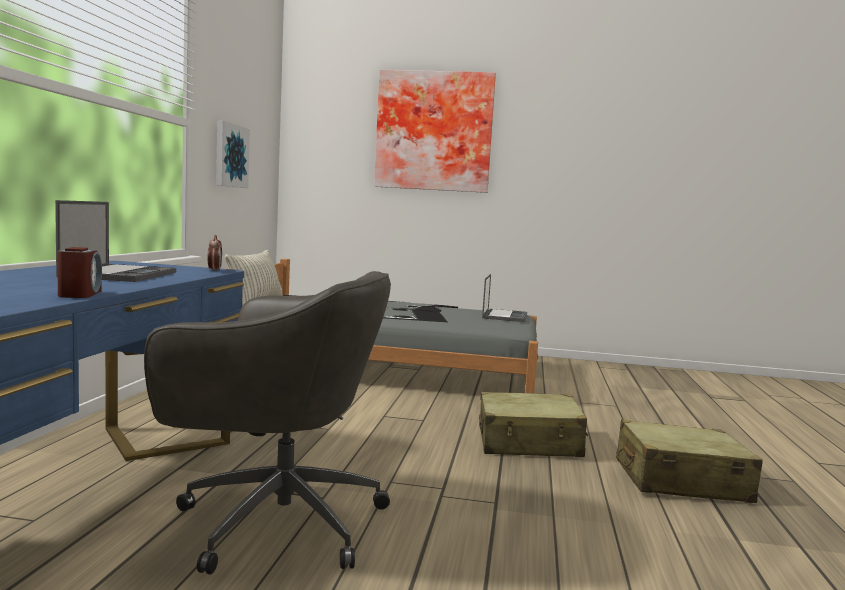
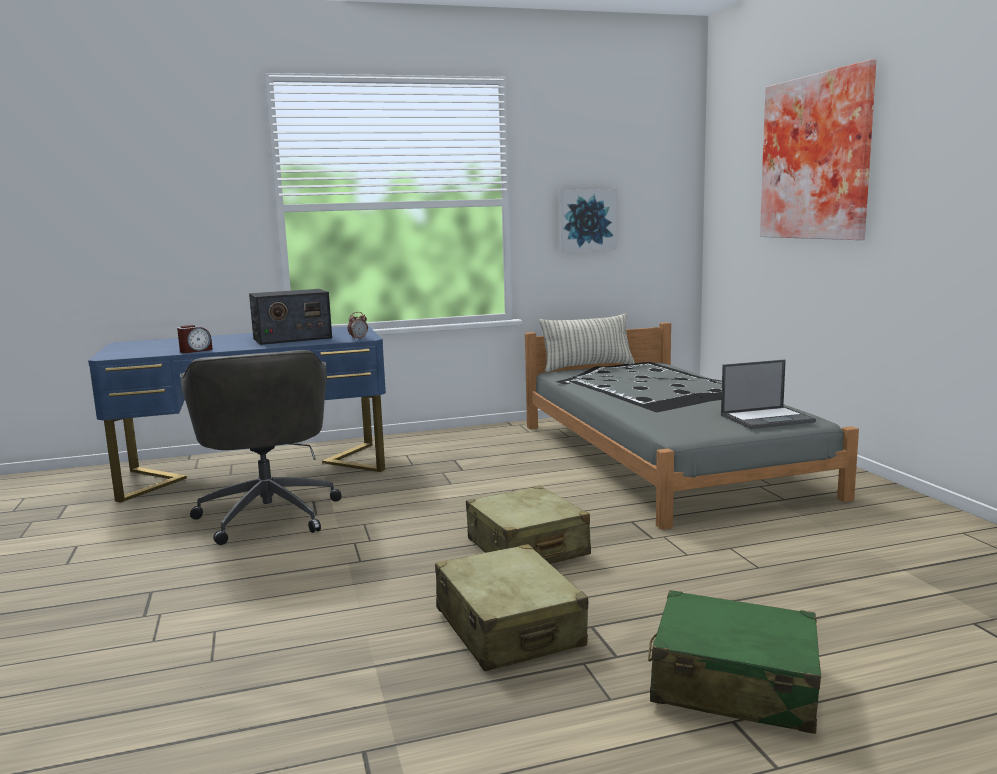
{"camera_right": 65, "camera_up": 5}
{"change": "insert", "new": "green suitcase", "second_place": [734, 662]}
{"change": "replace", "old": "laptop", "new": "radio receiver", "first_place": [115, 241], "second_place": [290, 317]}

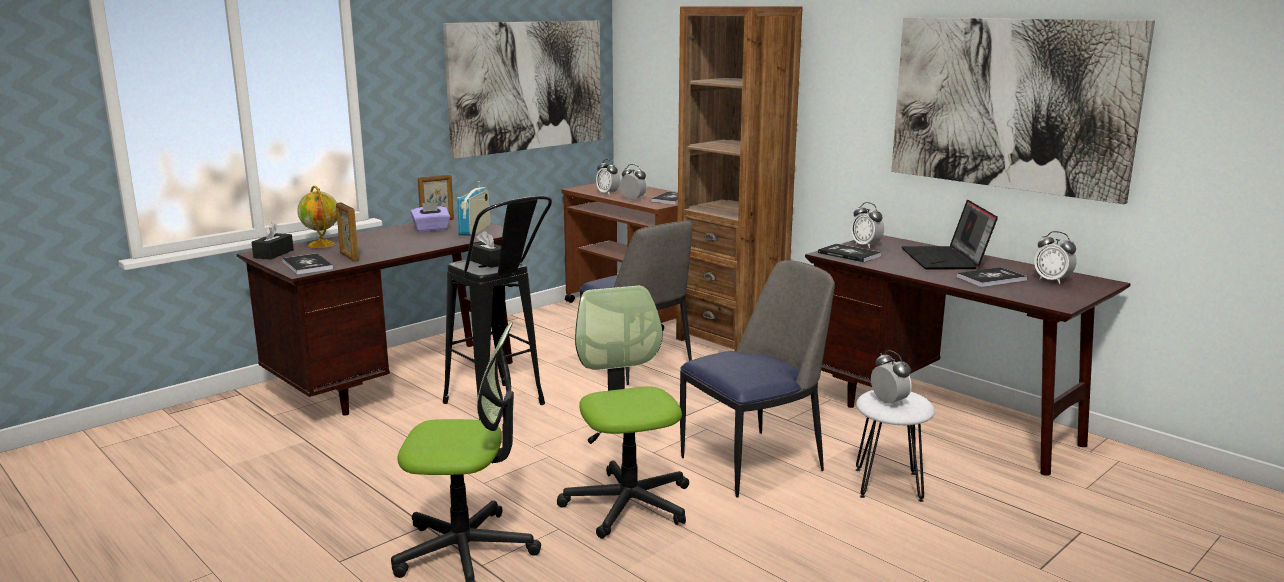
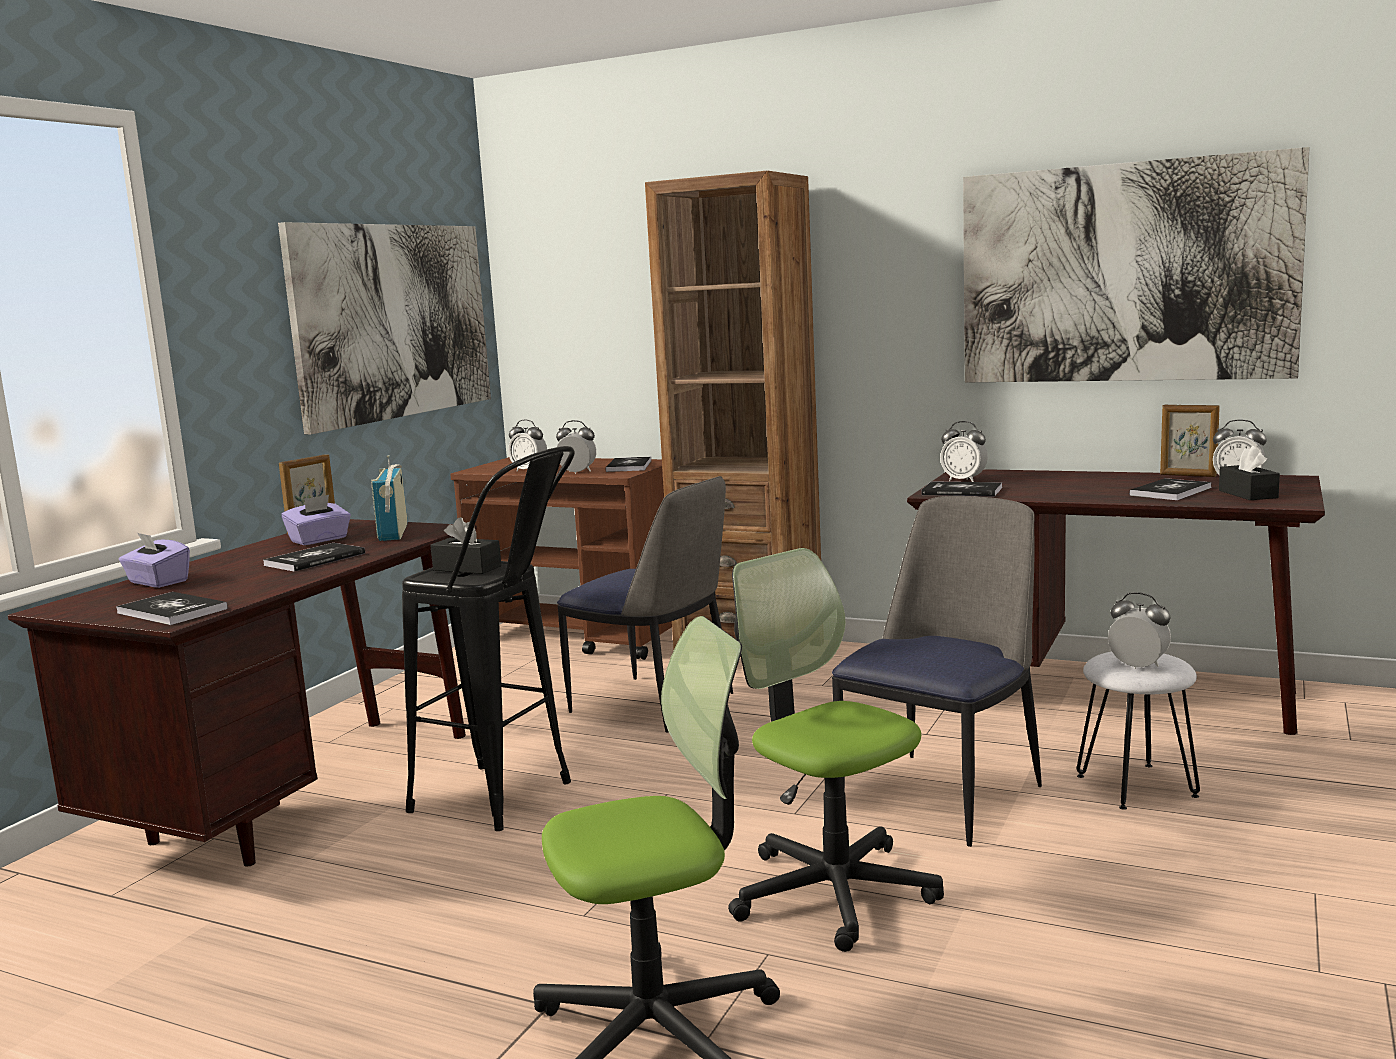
{"camera_right": -20, "camera_up": -5}
{"change": "delete", "old": "laptop", "first_place": [950, 234]}
{"change": "insert", "new": "bound book", "second_place": [314, 557]}
{"change": "move", "old": "black box of tissues", "first_place": [273, 240], "second_place": [1249, 473]}
{"change": "move", "old": "photo frame", "first_place": [347, 231], "second_place": [1190, 441]}
{"change": "replace", "old": "world globe", "new": "purplish box of tissues", "first_place": [317, 217], "second_place": [154, 560]}

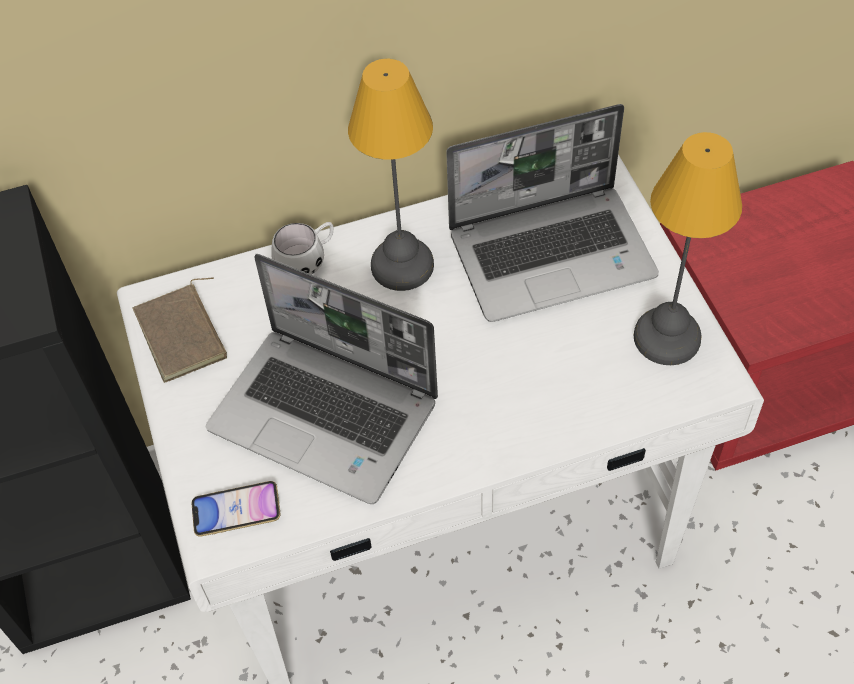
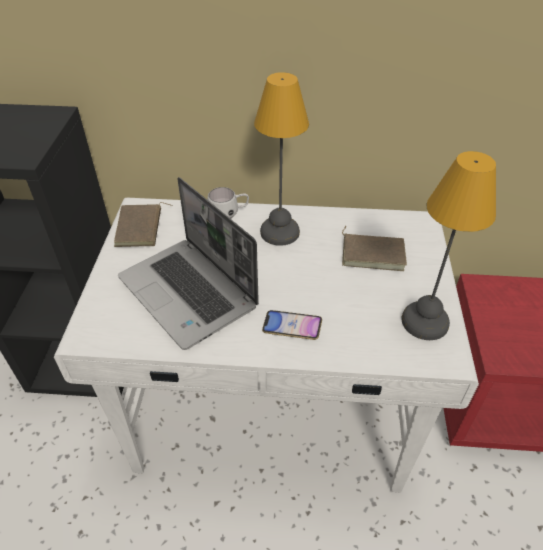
{"camera_right": 20, "camera_up": -10}
{"change": "move", "old": "phone", "first_place": [236, 508], "second_place": [292, 325]}
{"change": "replace", "old": "laptop", "new": "brown bound book", "first_place": [552, 213], "second_place": [374, 248]}

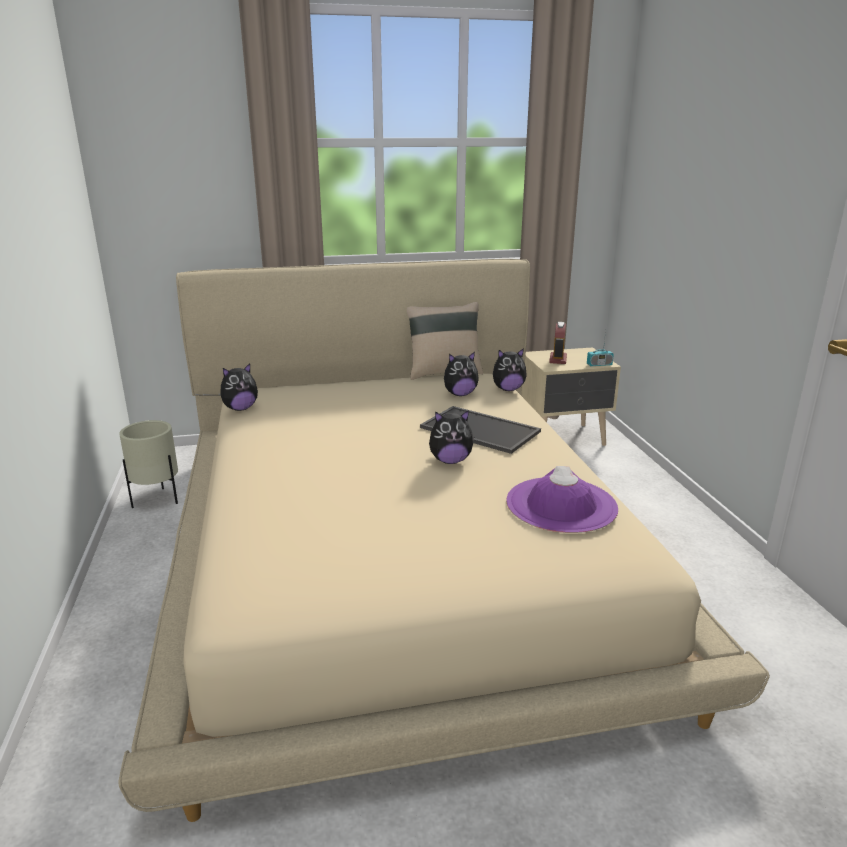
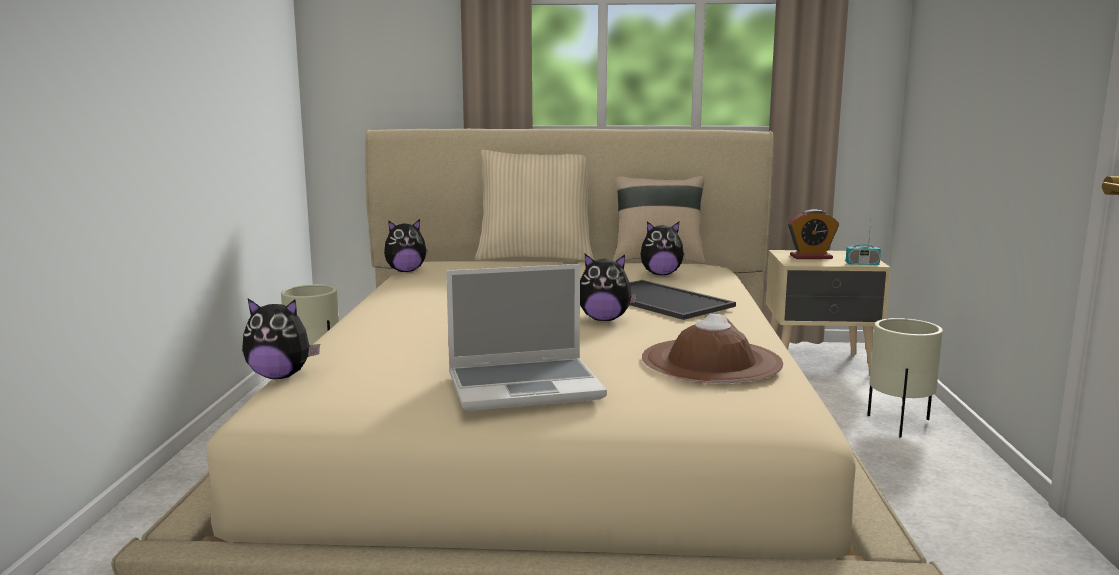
{"camera_right": 15, "camera_up": -10}
{"change": "insert", "new": "laptop", "second_place": [526, 337]}
{"change": "insert", "new": "beige-coloured pillow", "second_place": [534, 205]}
{"change": "insert", "new": "beige-coloured planter", "second_place": [905, 377]}
{"change": "move", "old": "soft toy", "first_place": [510, 369], "second_place": [281, 339]}
{"change": "recolor", "old": "purplish clothing hat", "new": "brown clothing hat", "first_place": [562, 499], "second_place": [712, 348]}
{"change": "rotate", "old": "bedside clock", "first_place": [558, 343], "second_place": [813, 234], "degrees": -120}

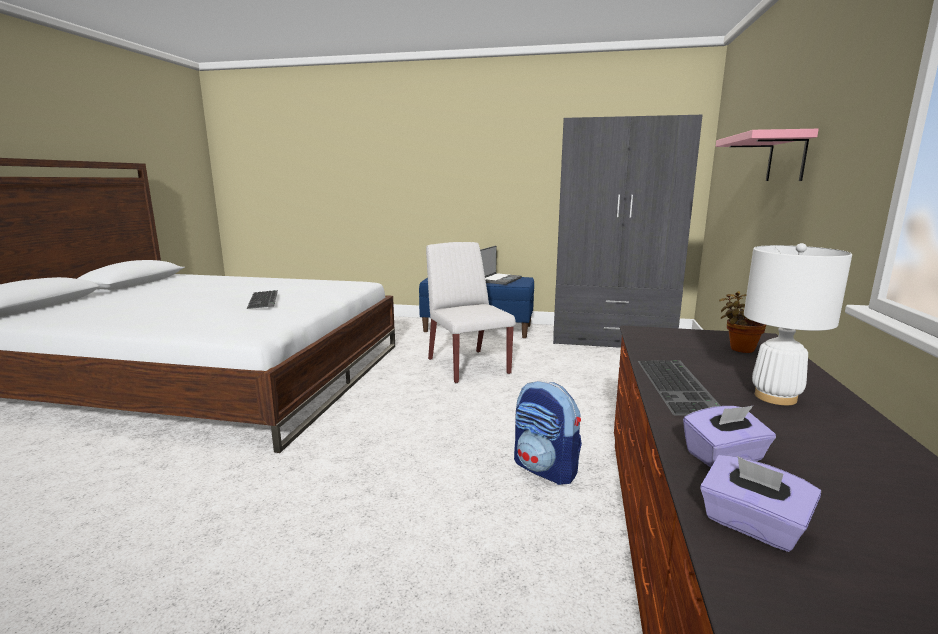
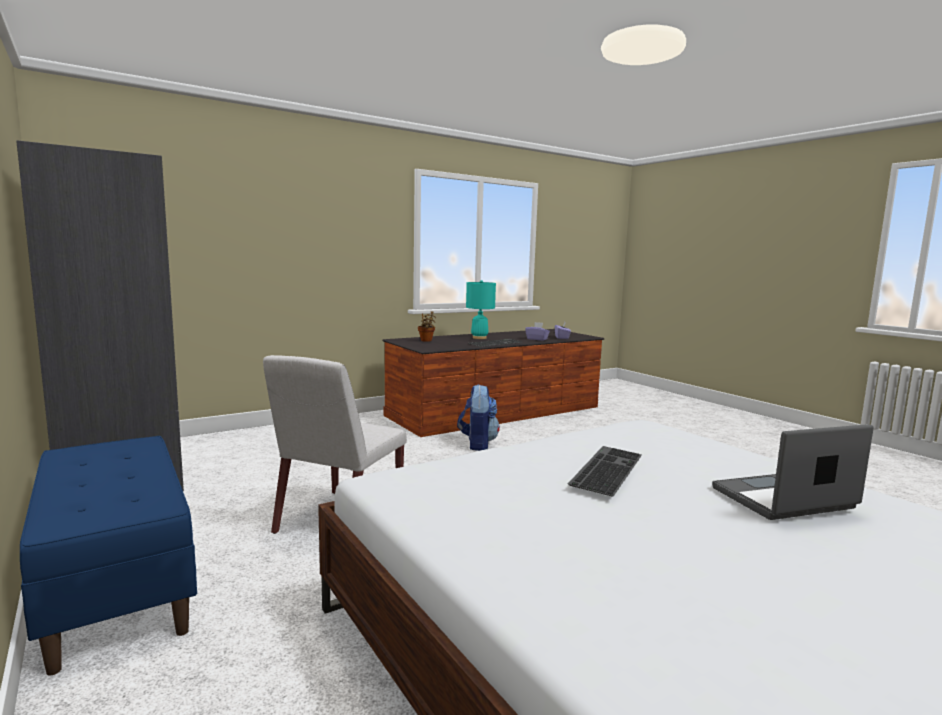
{"camera_right": -135, "camera_up": -5}
{"change": "delete", "old": "pink wall shelf", "first_place": [767, 155]}
{"change": "move", "old": "laptop", "first_place": [501, 265], "second_place": [793, 472]}
{"change": "recolor", "old": "white tabletop lamp", "new": "turquoise tabletop lamp", "first_place": [798, 324], "second_place": [481, 309]}

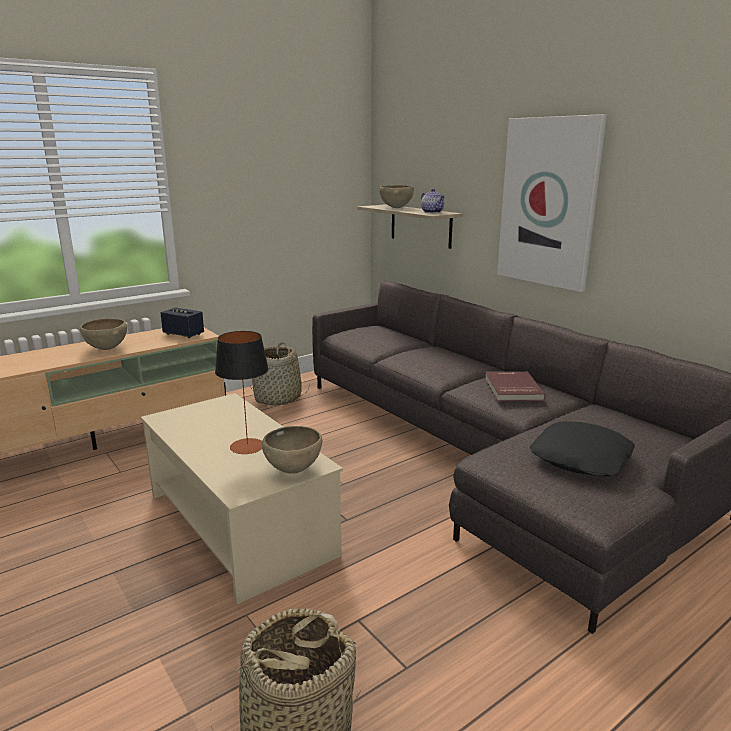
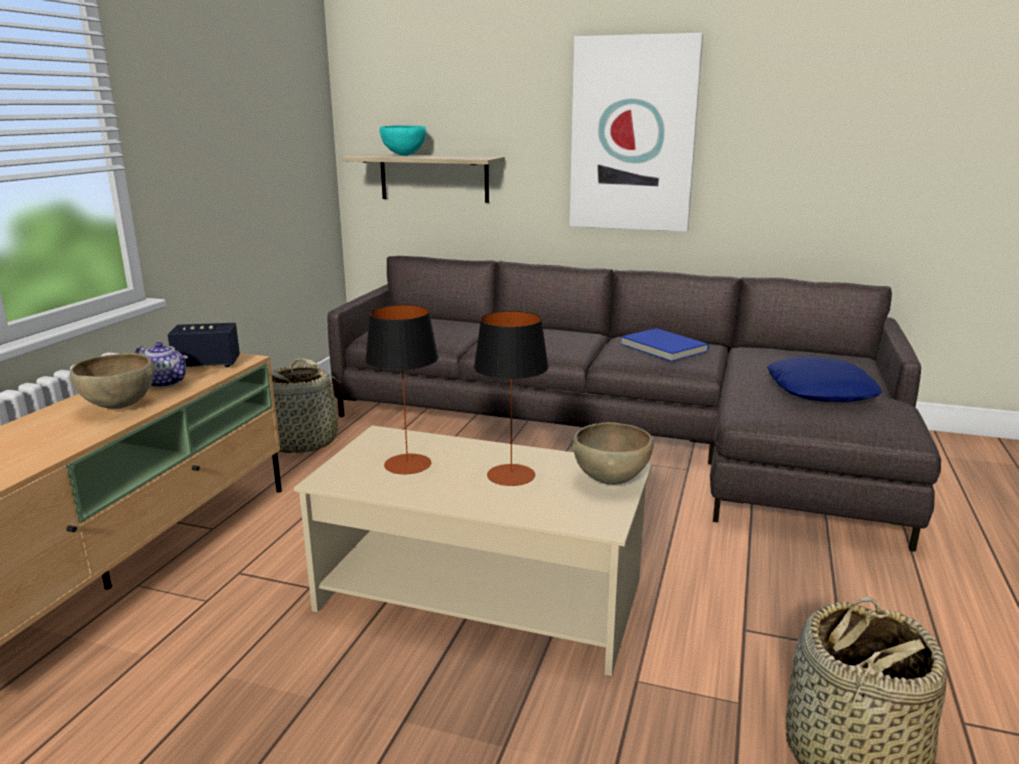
{"camera_right": -35, "camera_up": 0}
{"change": "insert", "new": "tabletop lamp", "second_place": [401, 389]}
{"change": "move", "old": "tea pot", "first_place": [433, 201], "second_place": [161, 365]}
{"change": "recolor", "old": "brown deep dish", "new": "turquoise deep dish", "first_place": [396, 196], "second_place": [403, 140]}
{"change": "recolor", "old": "red bound book", "new": "blue-coloured bound book", "first_place": [515, 386], "second_place": [665, 345]}
{"change": "recolor", "old": "black pillow", "new": "blue-coloured pillow", "first_place": [582, 449], "second_place": [824, 379]}

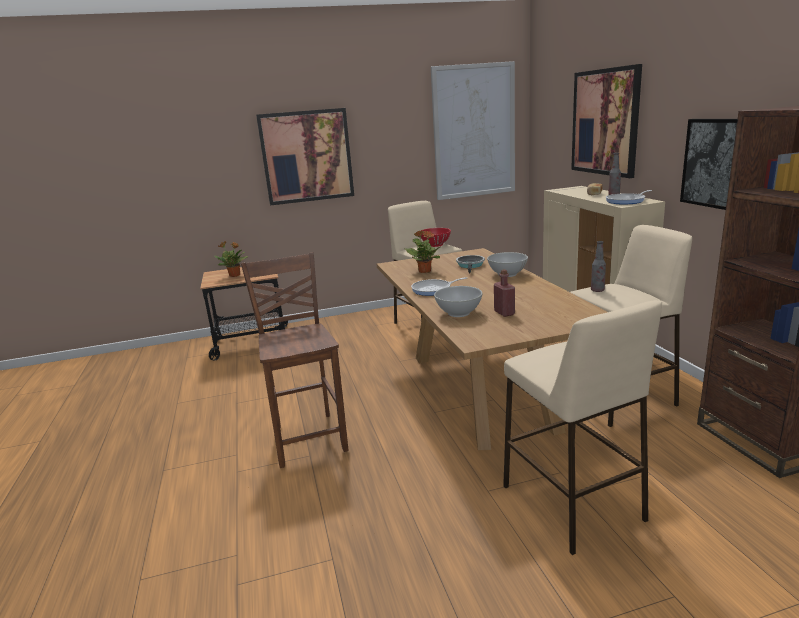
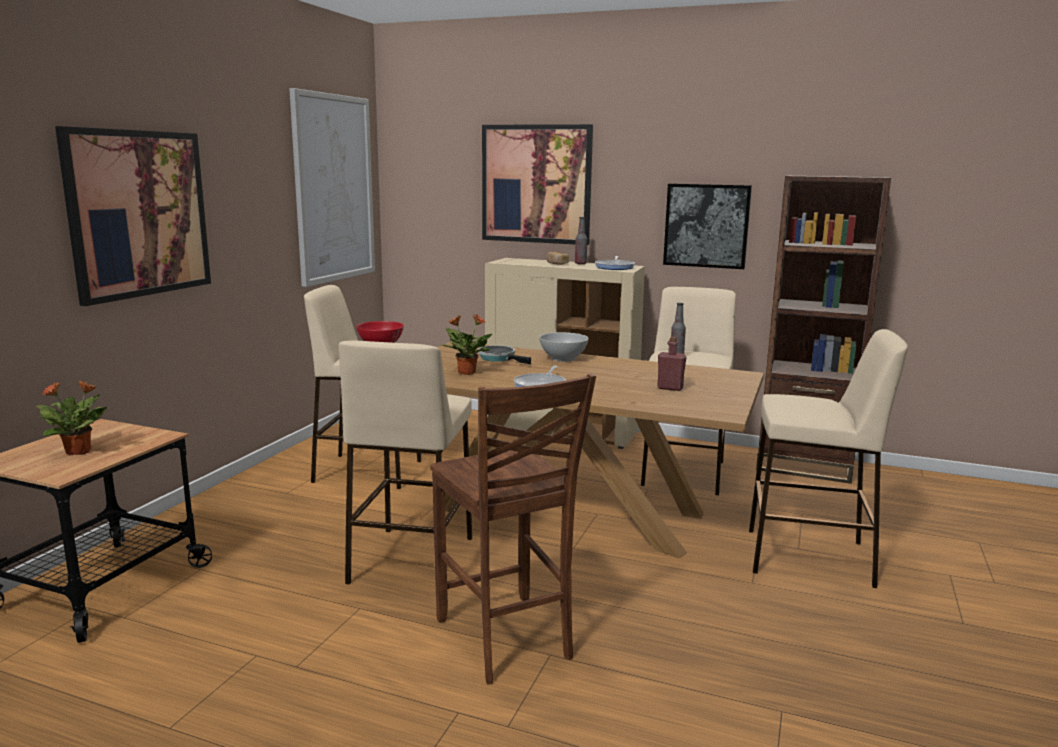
{"camera_right": -55, "camera_up": -5}
{"change": "delete", "old": "white deep dish", "first_place": [458, 301]}
{"change": "insert", "new": "beige-coloured sitting stool", "second_place": [405, 462]}
{"change": "rotate", "old": "brown chair", "first_place": [294, 360], "second_place": [513, 529], "degrees": -135}

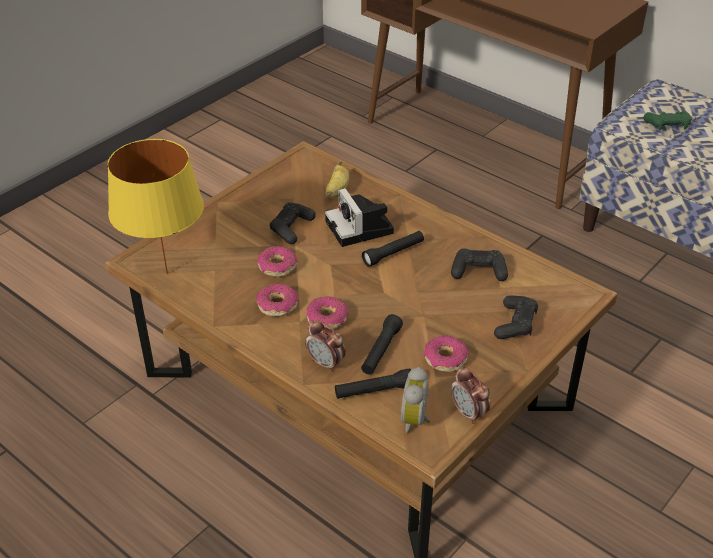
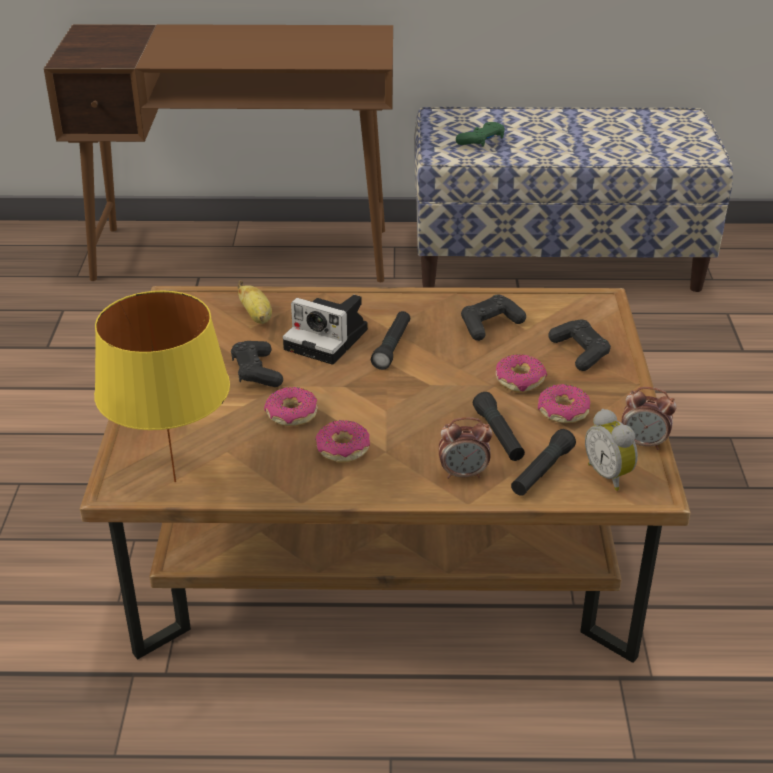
{"camera_right": -40, "camera_up": -5}
{"change": "move", "old": "ring doughnut", "first_place": [327, 313], "second_place": [521, 373]}

